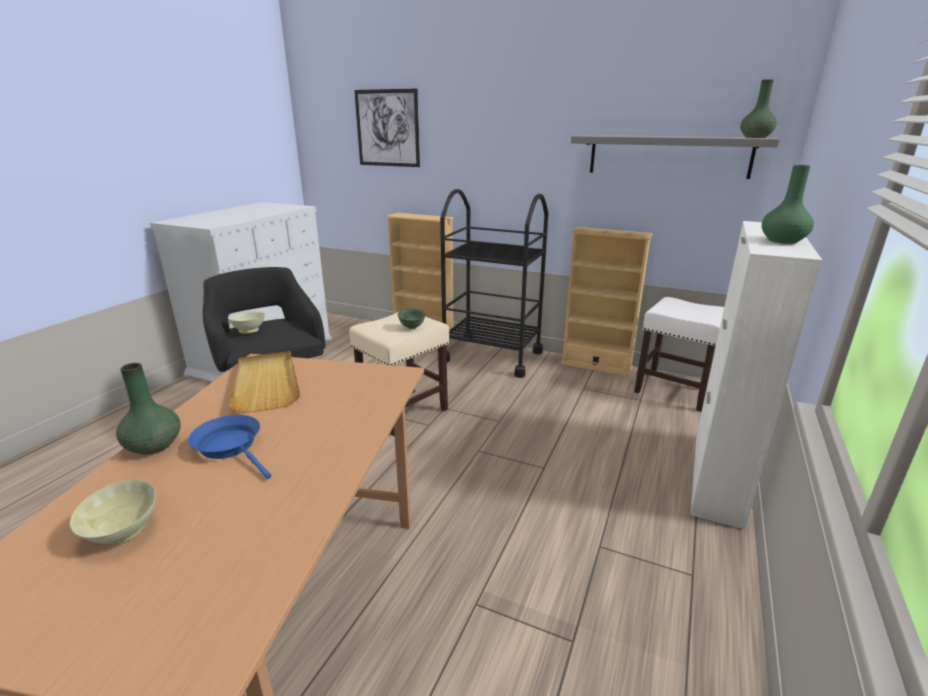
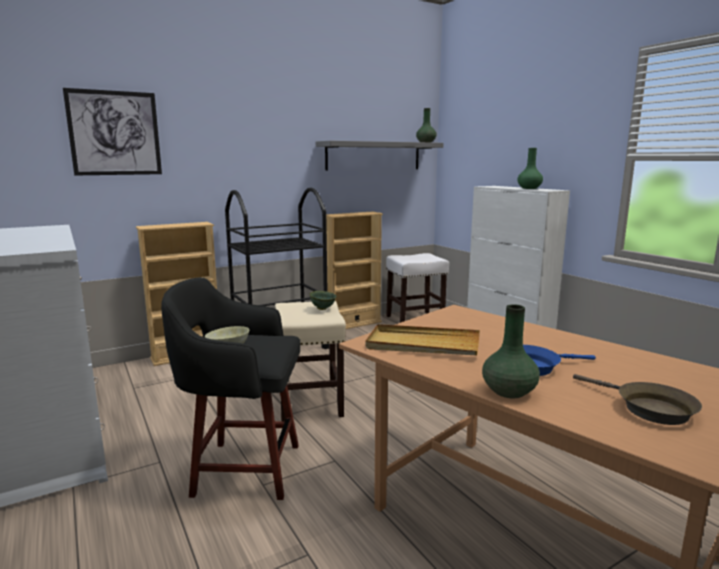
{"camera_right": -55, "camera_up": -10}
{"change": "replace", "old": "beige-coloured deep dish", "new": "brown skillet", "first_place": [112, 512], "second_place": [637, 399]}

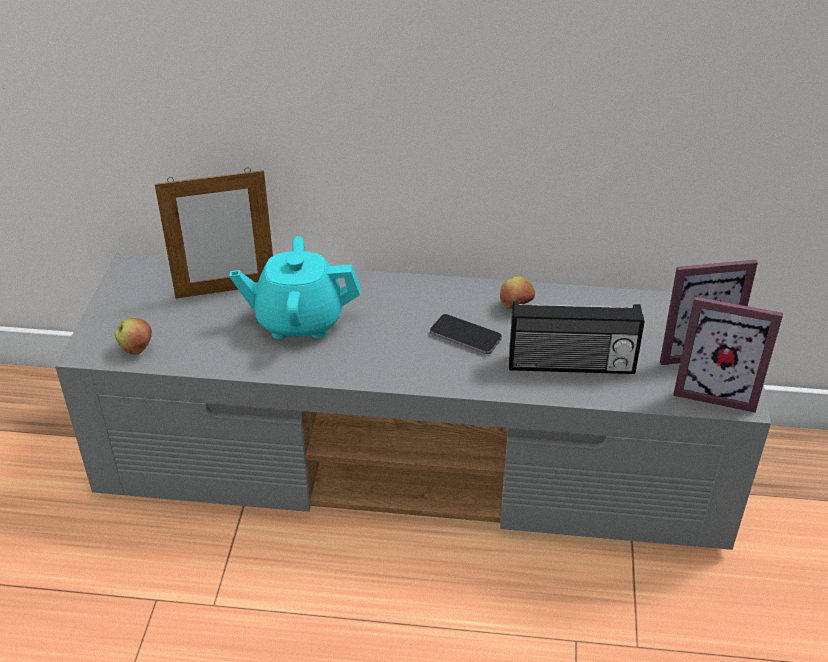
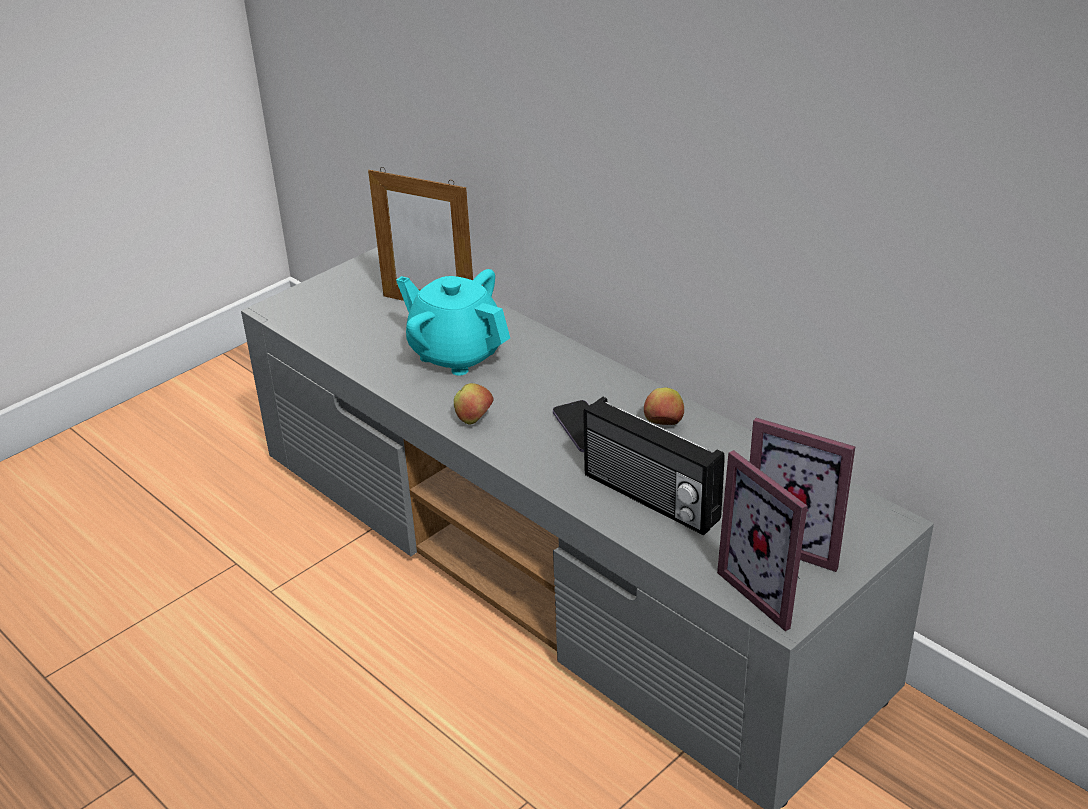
{"camera_right": 40, "camera_up": -5}
{"change": "move", "old": "whole apple", "first_place": [133, 336], "second_place": [474, 404]}

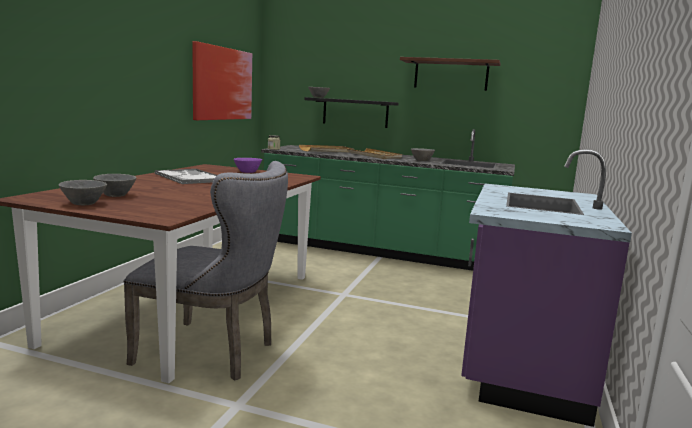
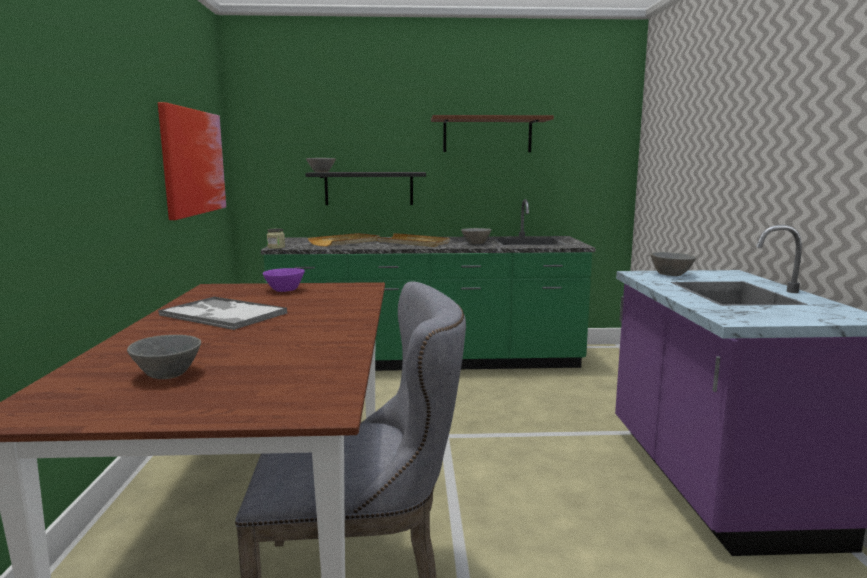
{"camera_right": -20, "camera_up": 0}
{"change": "move", "old": "gray deep dish", "first_place": [83, 192], "second_place": [673, 264]}

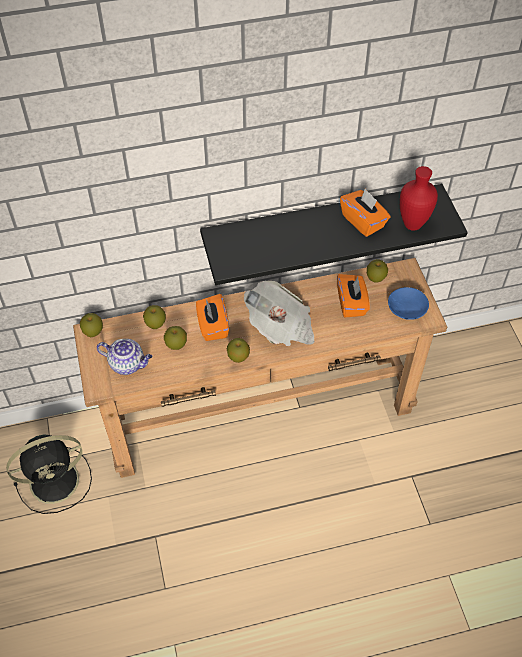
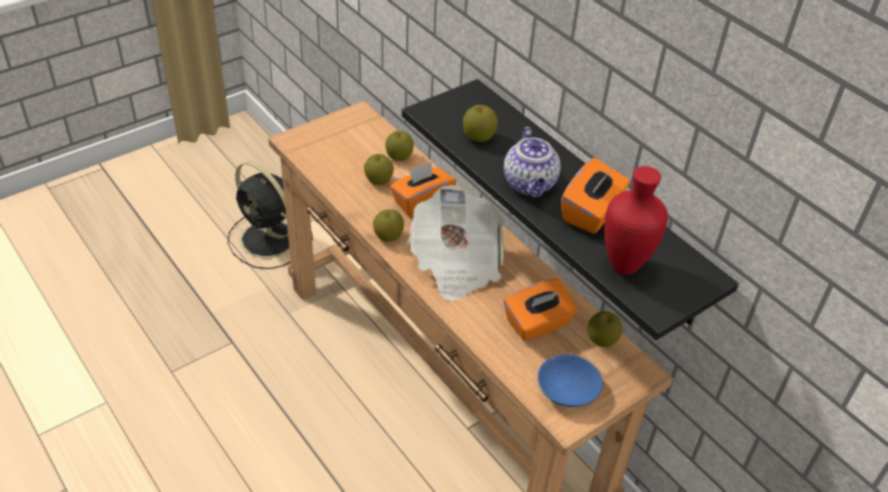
{"camera_right": 65, "camera_up": -10}
{"change": "move", "old": "whole apple", "first_place": [91, 325], "second_place": [480, 123]}
{"change": "move", "old": "tea pot", "first_place": [124, 357], "second_place": [532, 162]}

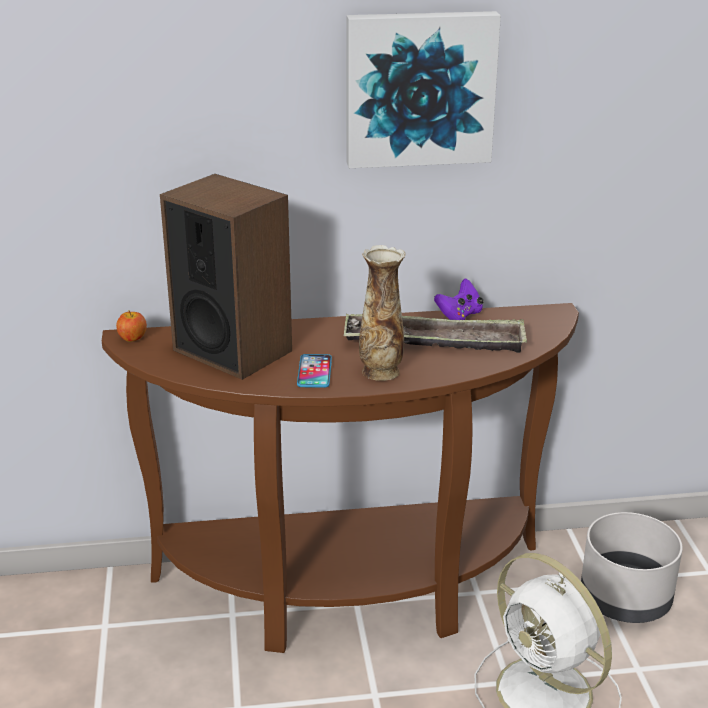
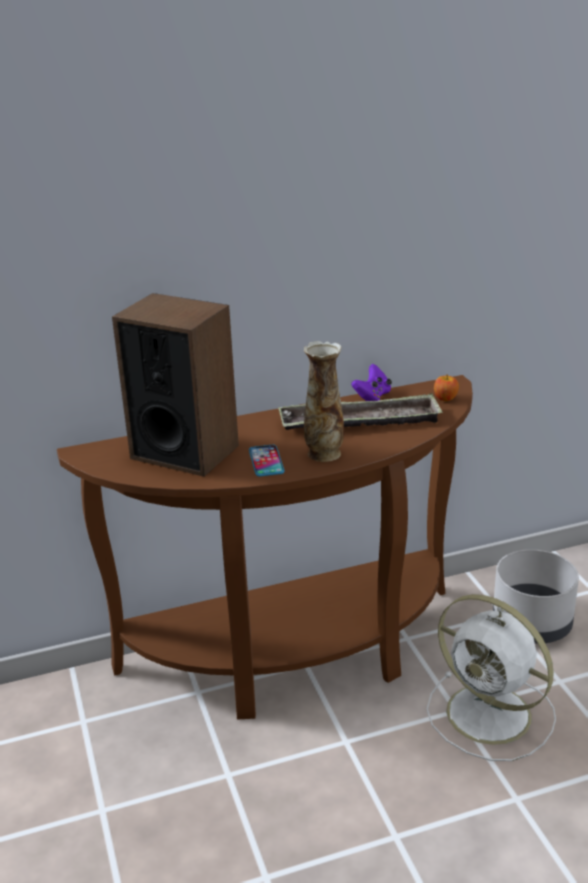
{"camera_right": -10, "camera_up": 0}
{"change": "delete", "old": "wall picture", "first_place": [423, 89]}
{"change": "move", "old": "whole apple", "first_place": [131, 326], "second_place": [446, 388]}

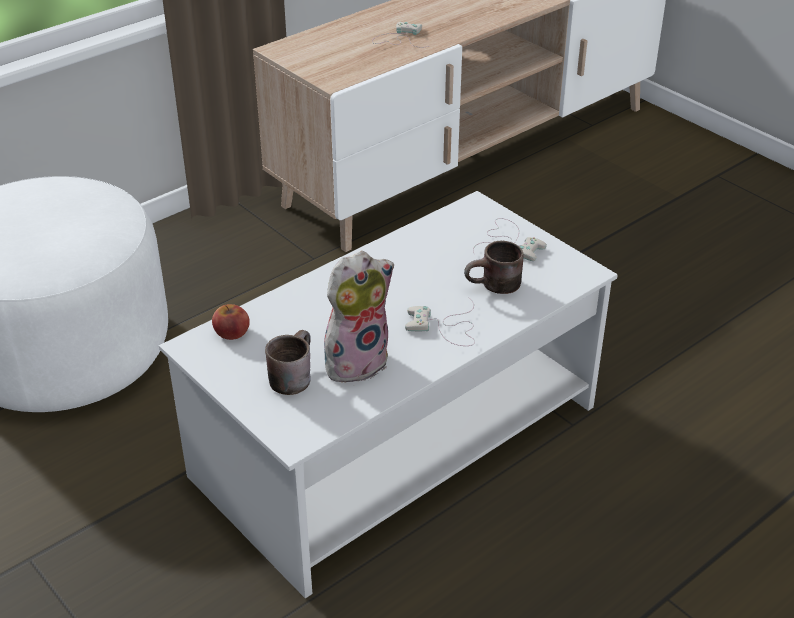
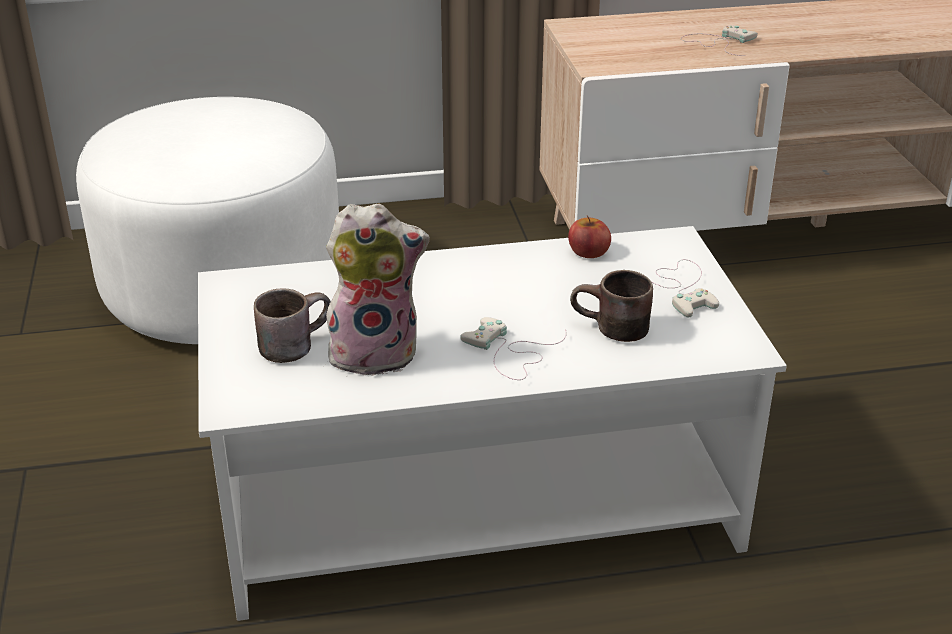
{"camera_right": 30, "camera_up": -5}
{"change": "move", "old": "whole apple", "first_place": [231, 322], "second_place": [589, 237]}

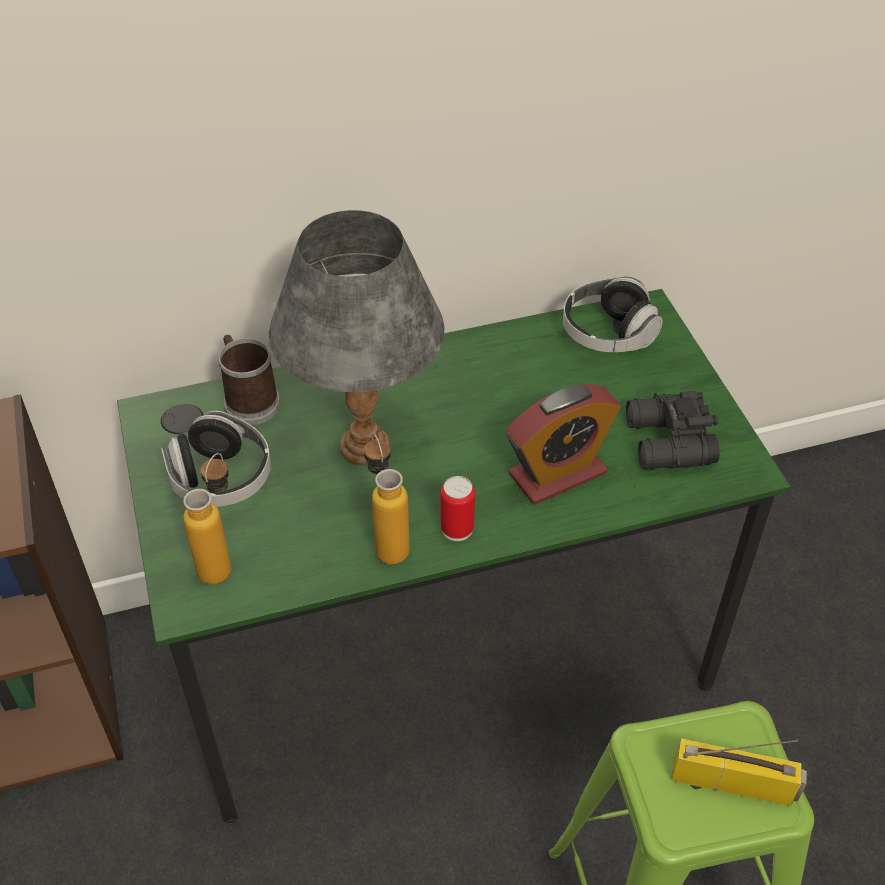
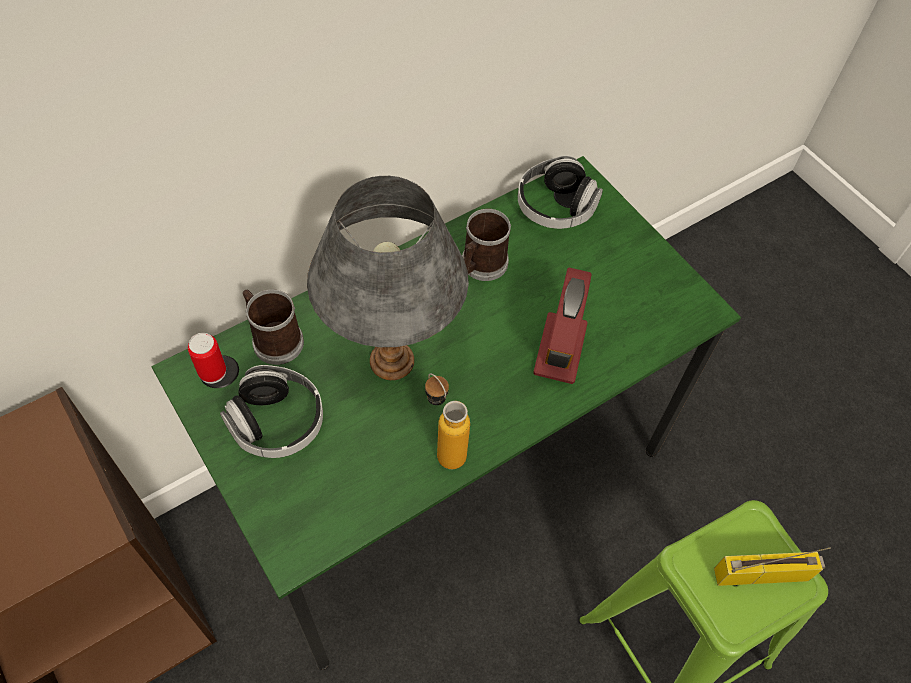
{"camera_right": -20, "camera_up": 10}
{"change": "delete", "old": "bottle", "first_place": [207, 518]}
{"change": "delete", "old": "black field glasses", "first_place": [673, 430]}
{"change": "insert", "new": "coffee mug", "second_place": [486, 245]}
{"change": "move", "old": "sealed can", "first_place": [458, 508], "second_place": [207, 358]}
{"change": "rotate", "old": "bedside clock", "first_place": [564, 444], "second_place": [562, 326], "degrees": 150}

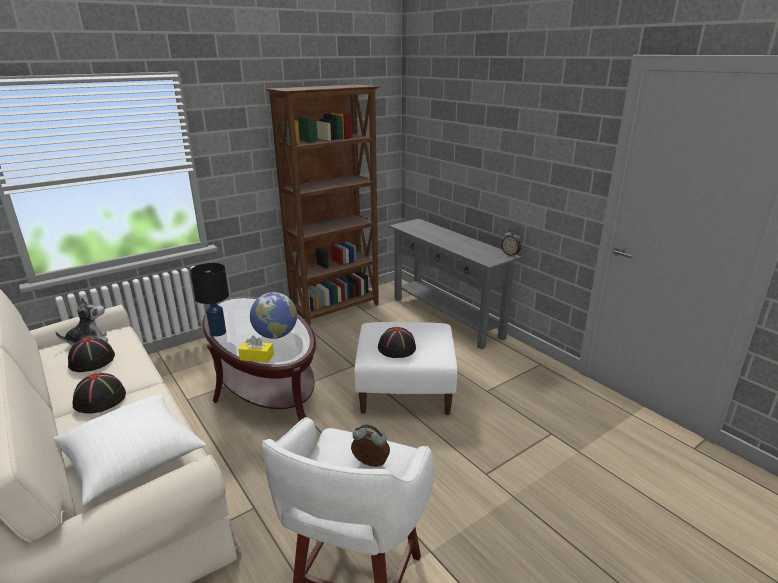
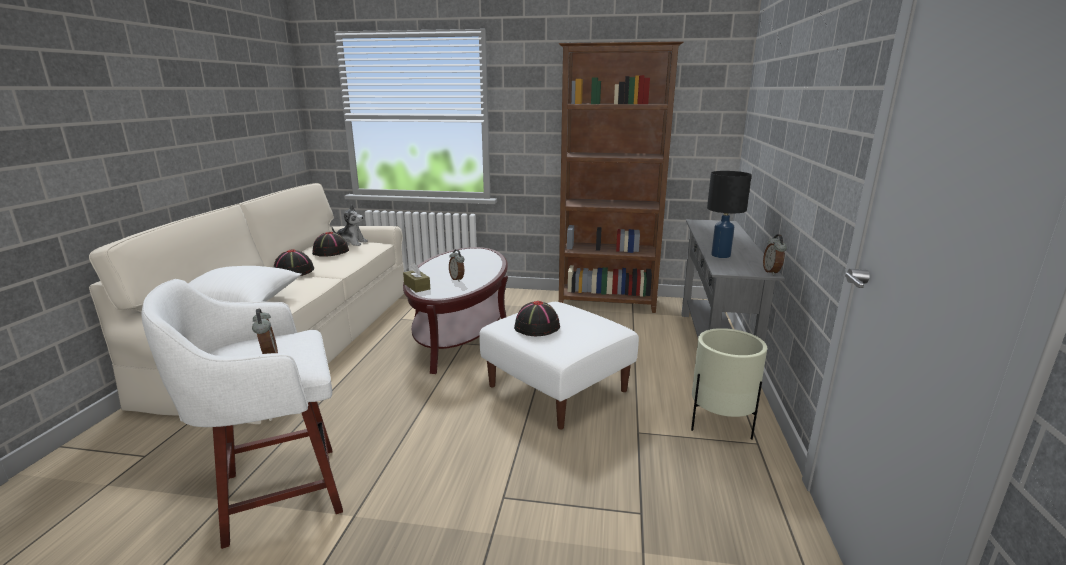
{"camera_right": 45, "camera_up": -5}
{"change": "insert", "new": "beige-coloured planter", "second_place": [729, 384]}
{"change": "move", "old": "black tabletop lamp", "first_place": [209, 300], "second_place": [729, 214]}
{"change": "replace", "old": "world globe", "new": "bedside clock", "first_place": [273, 315], "second_place": [456, 265]}
{"change": "recolor", "old": "yellow-coloured box of tissues", "new": "brown box of tissues", "first_place": [256, 349], "second_place": [416, 278]}

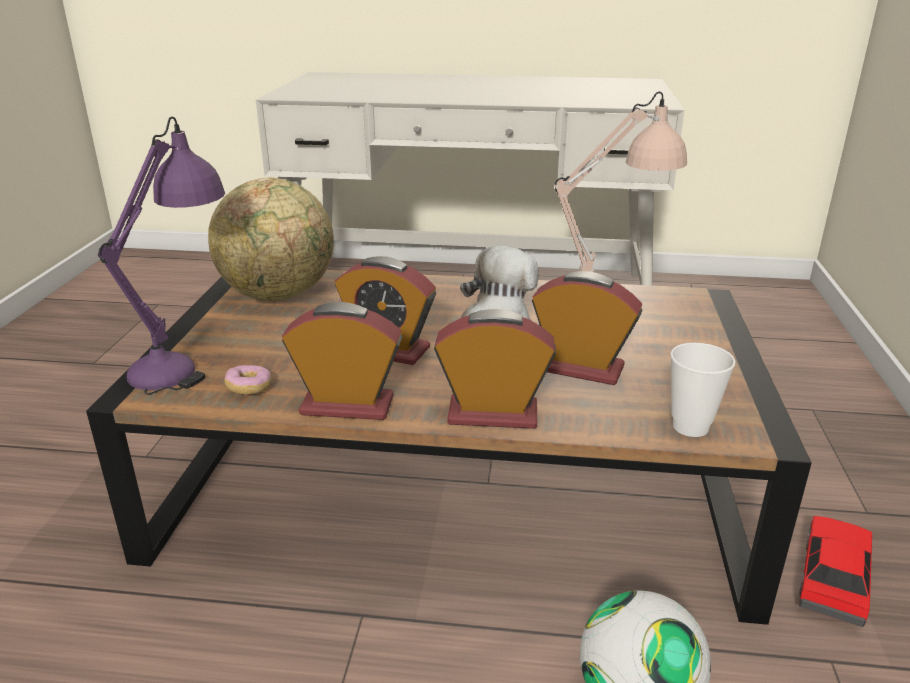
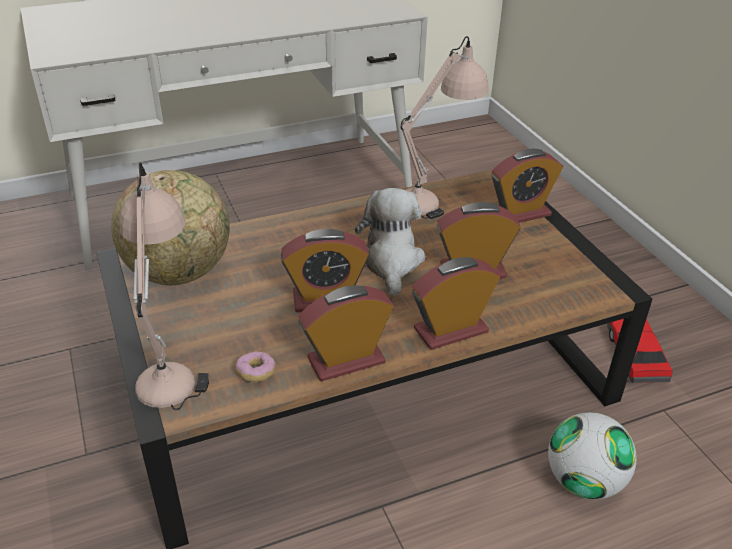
{"camera_right": -30, "camera_up": 10}
{"change": "delete", "old": "cup", "first_place": [702, 390]}
{"change": "insert", "new": "bedside clock", "second_place": [527, 186]}
{"change": "recolor", "old": "purplish tabletop lamp", "new": "beige-coloured tabletop lamp", "first_place": [161, 256], "second_place": [164, 286]}

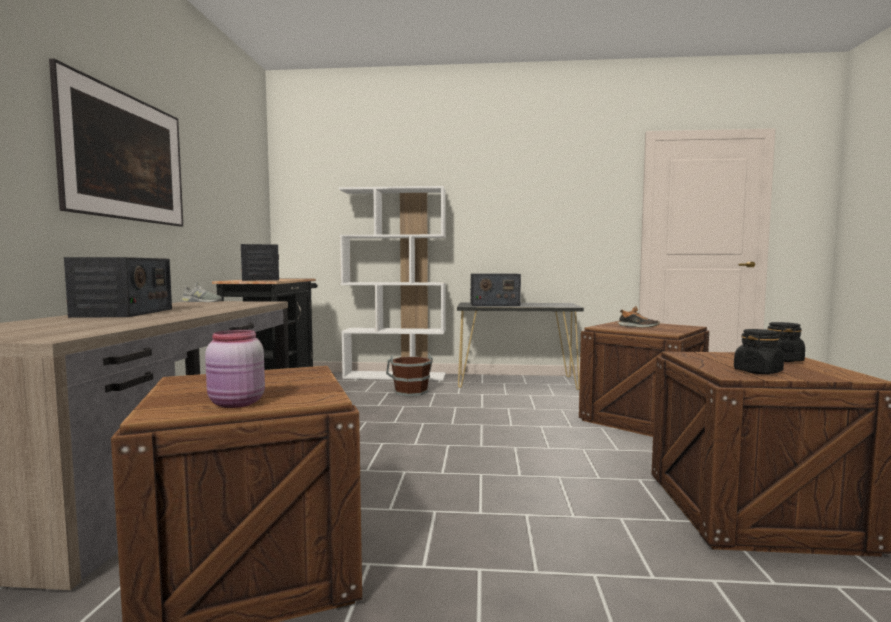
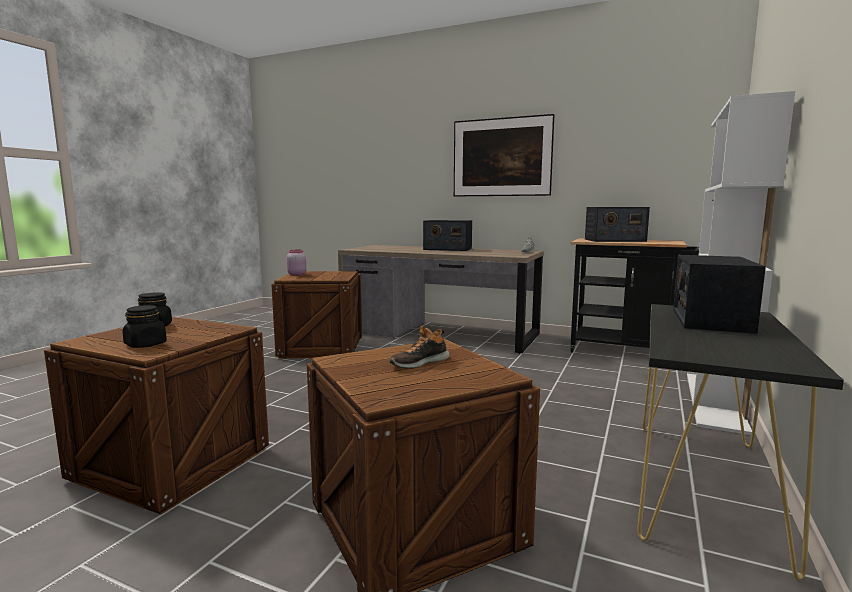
{"camera_right": 110, "camera_up": 5}
{"change": "delete", "old": "brown water bucket", "first_place": [409, 374]}

